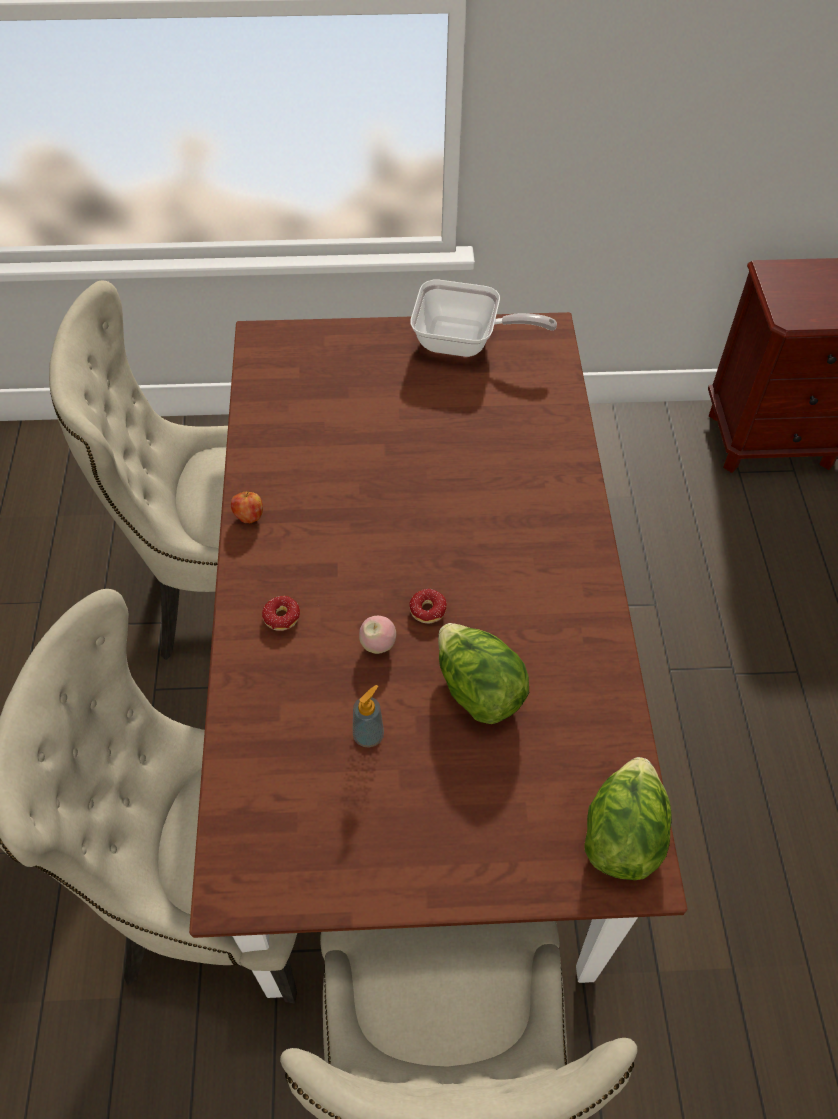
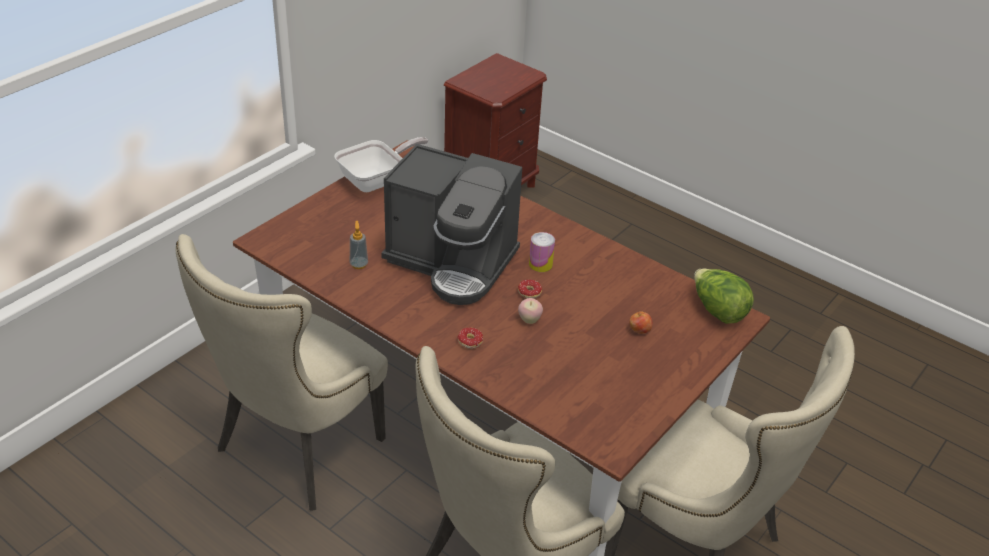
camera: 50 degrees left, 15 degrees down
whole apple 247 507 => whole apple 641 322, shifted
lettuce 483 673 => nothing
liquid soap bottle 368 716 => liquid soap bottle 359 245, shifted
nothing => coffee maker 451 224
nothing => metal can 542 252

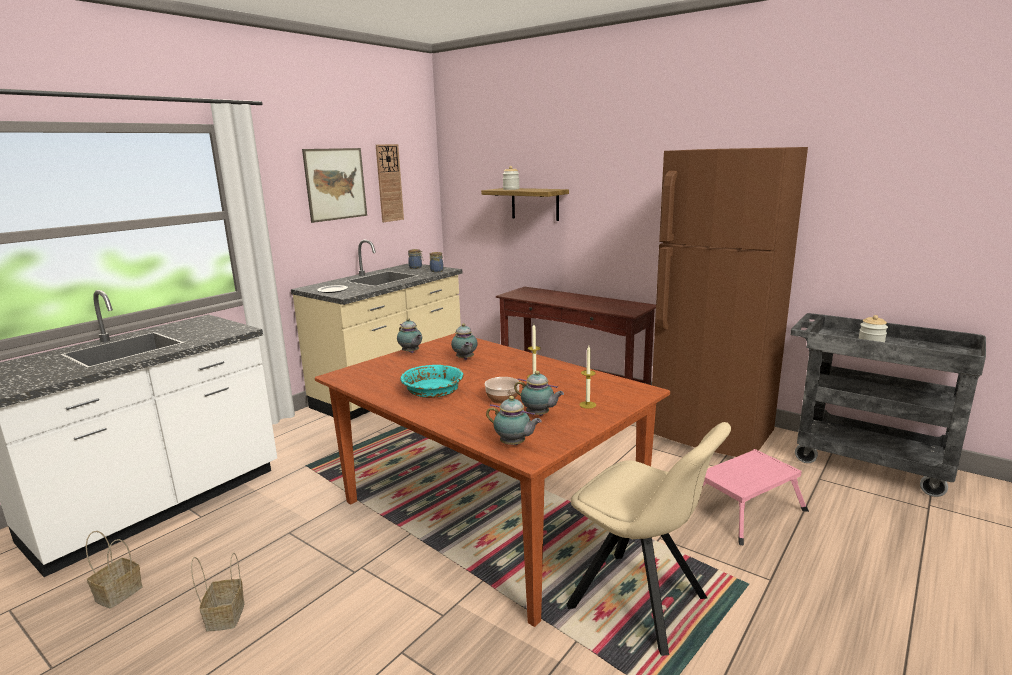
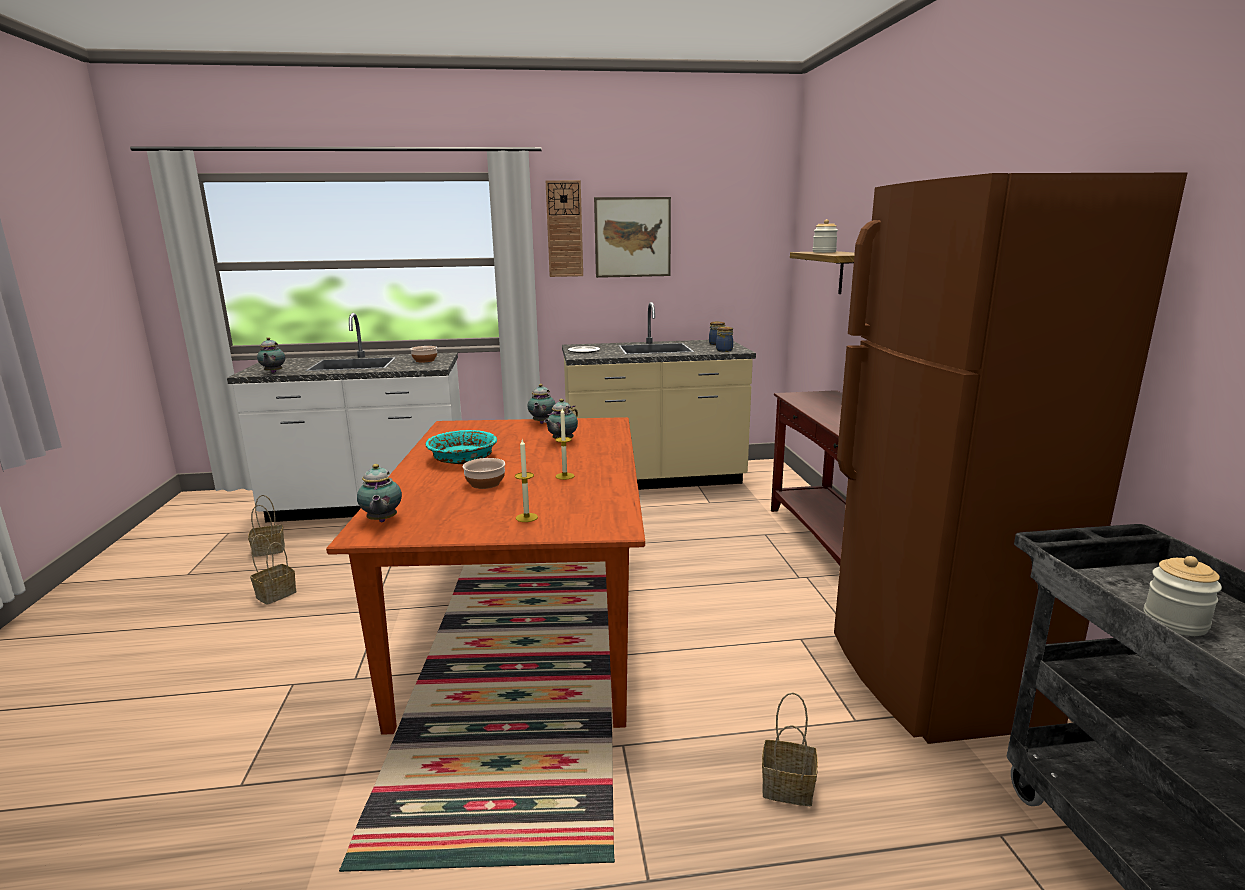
camera: 45 degrees right, 0 degrees up
clock on the wall 390 183 => clock on the wall 564 228, shifted
teapot 539 393 => teapot 271 355, shifted
sand-coloured chair 649 539 => nothing
pink-coloured step stool 755 497 => household basket 790 749
nothing => serving bowl 423 354

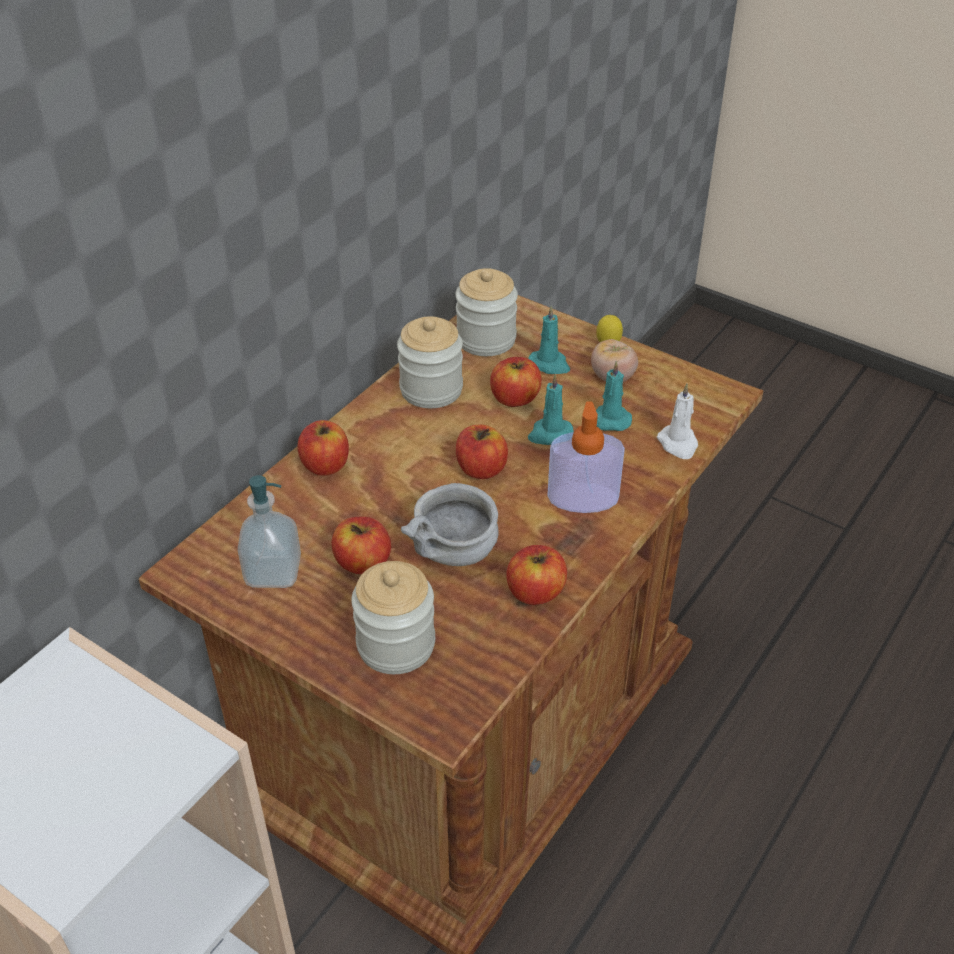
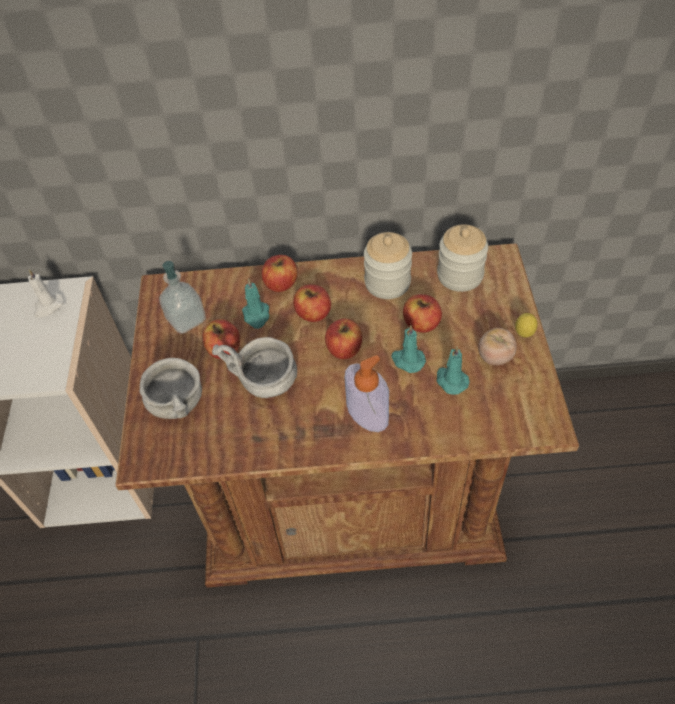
camera: 55 degrees right, 10 degrees up
turquoise candle 549 339 => turquoise candle 256 303, shifted
whitish candle 677 421 => whitish candle 46 293, shifted
whole apple 536 575 => whole apple 312 303, shifted
preserve jar 393 617 => greyish serving bowl 171 388

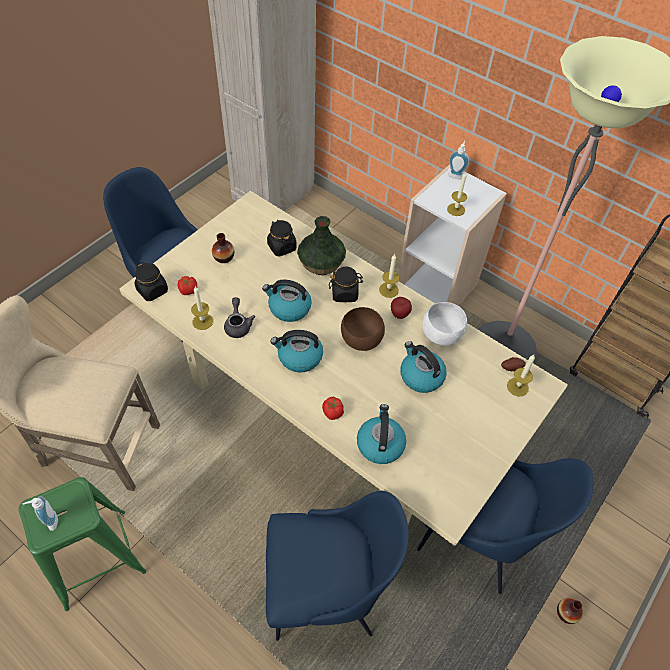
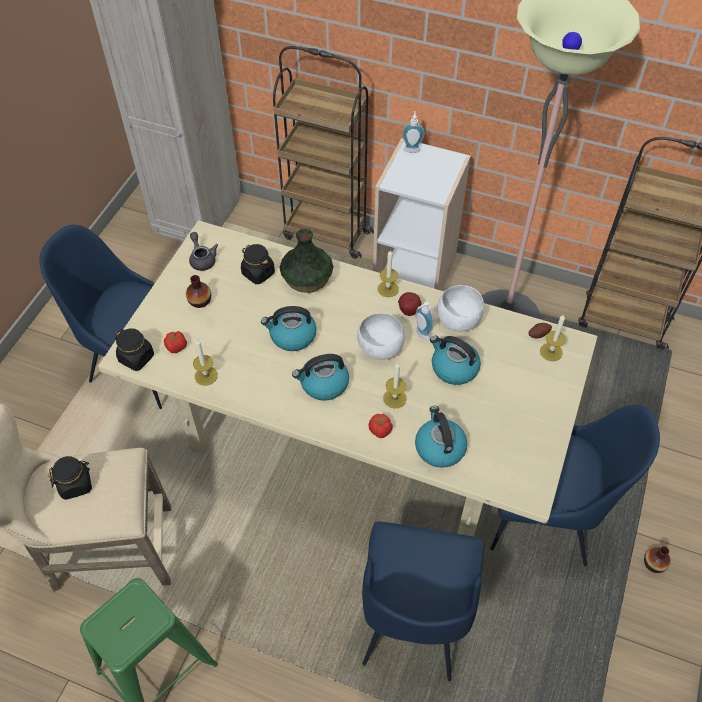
camera: 15 degrees left, 0 degrees up
candle 457 193 => candle 395 385, shifted
black preserve jar 346 284 => black preserve jar 70 478, shifted
greyish teapot 239 317 => greyish teapot 203 251, shifted
brownish serving bowl 363 329 => whitish serving bowl 381 336
blue chair 337 566 => blue chair 423 601, 120 degrees clockwise
liquid soap bottle 40 513 => liquid soap bottle 425 321, shifted
nothing => brownish wheeled cart 323 152

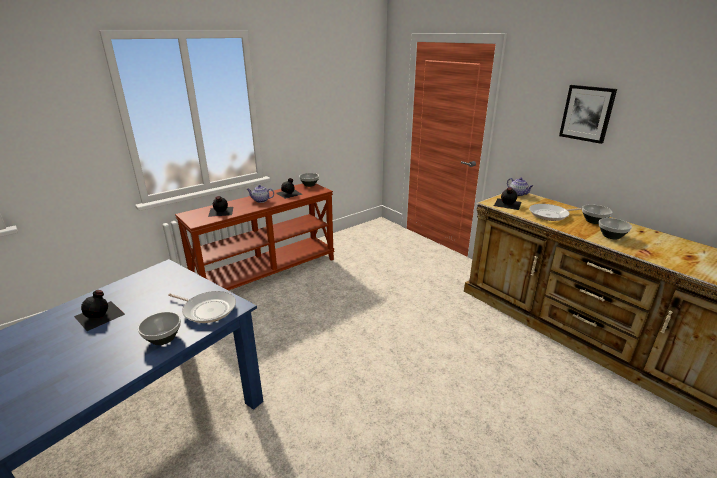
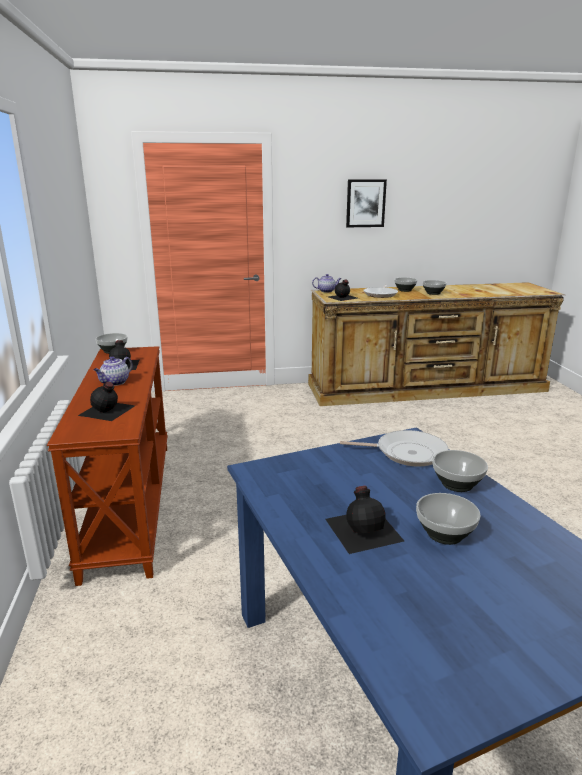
camera: 60 degrees left, 5 degrees down
skillet 202 307 => skillet 394 448, 45 degrees clockwise
nothing => serving bowl 448 519

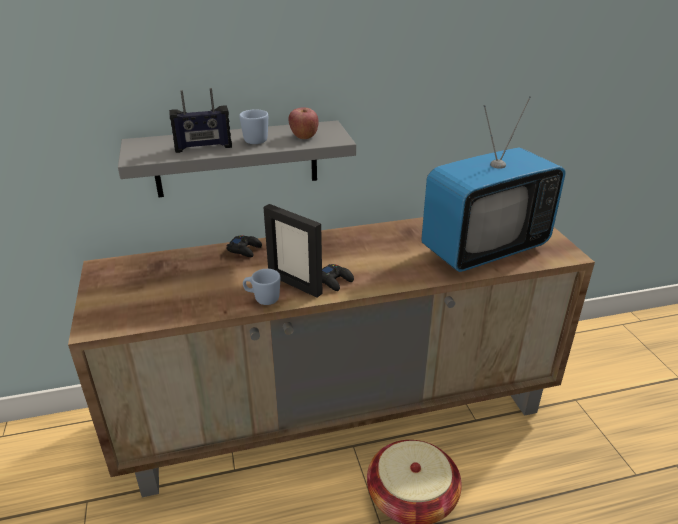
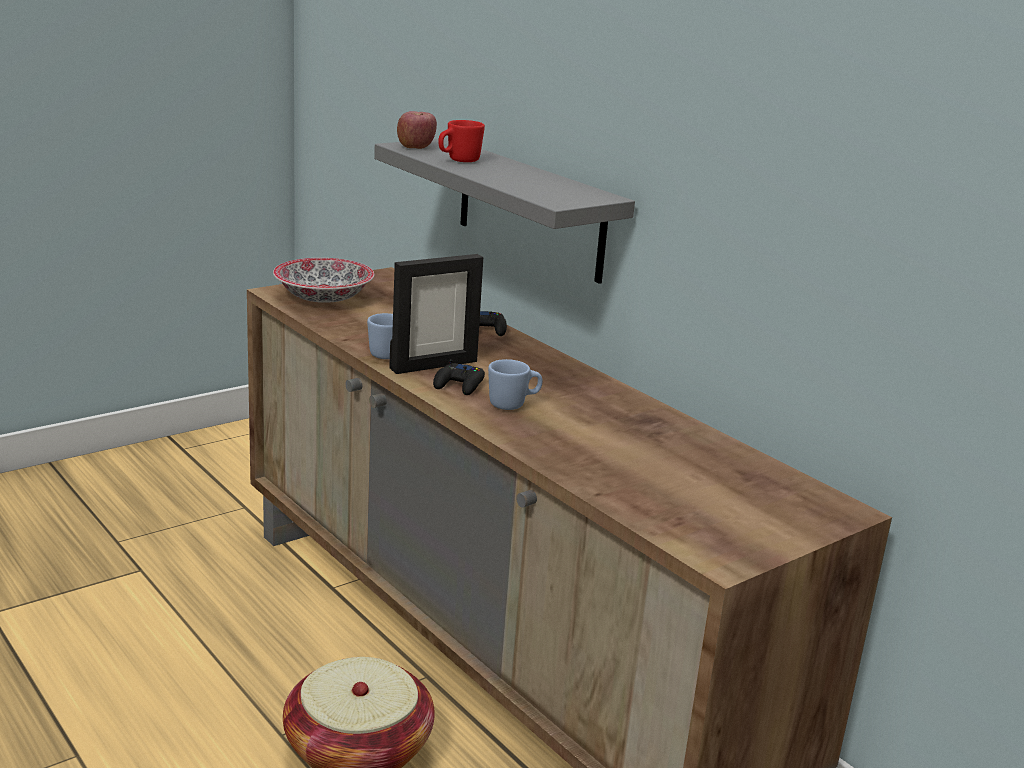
camera: 65 degrees right, 10 degrees down
radio 200 120 => red-coloured tea mug 461 141
television 493 184 => nothing
whole apple 303 123 => whole apple 417 130, shifted
blue tea mug 253 126 => blue tea mug 515 384, shifted
standing frame 293 250 => standing frame 436 314, 135 degrees counterclockwise
nothing => serving bowl 323 280

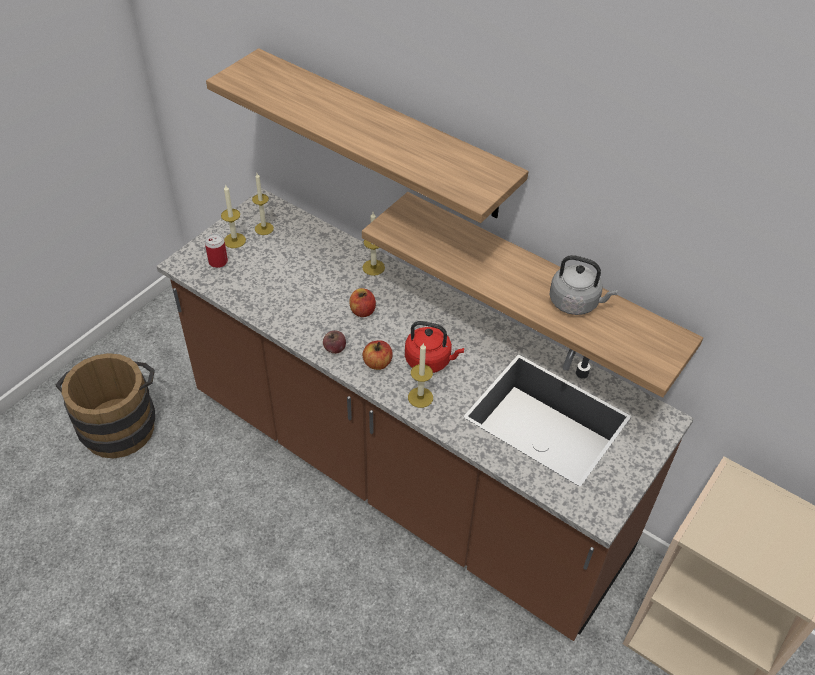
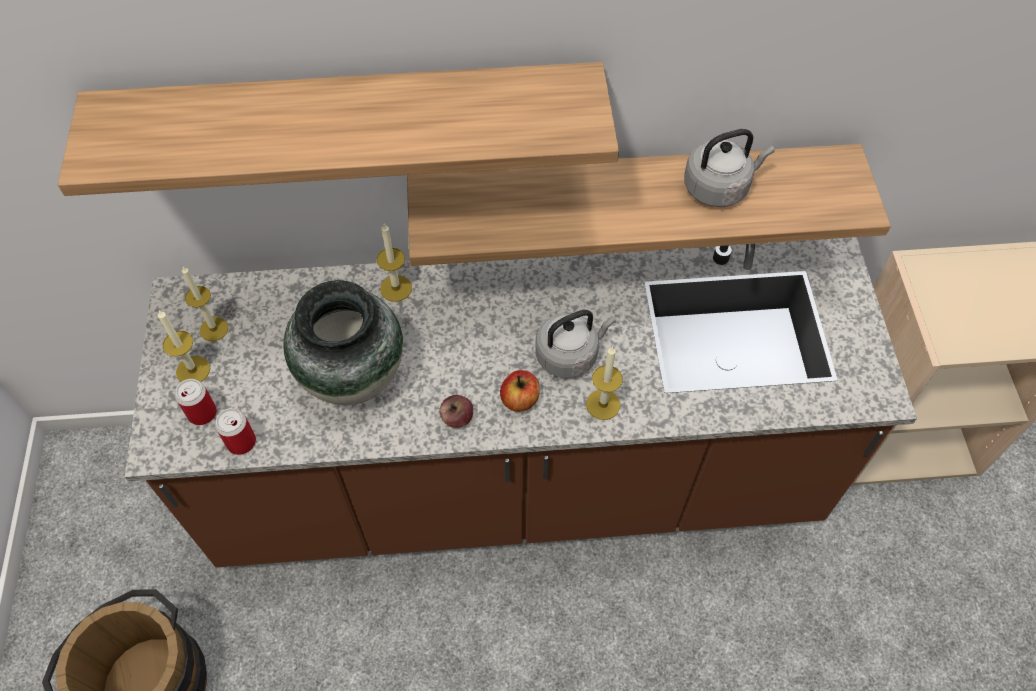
camera: 40 degrees left, 10 degrees up
whole apple 362 302 => nothing
red-coloured kettle 434 347 => greyish kettle 575 344
nothing => decorative vase 343 342
nothing => metal can 235 431

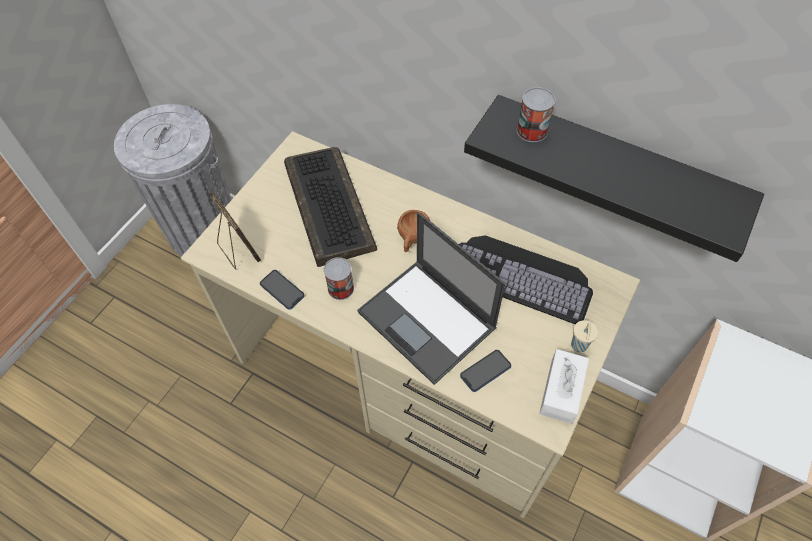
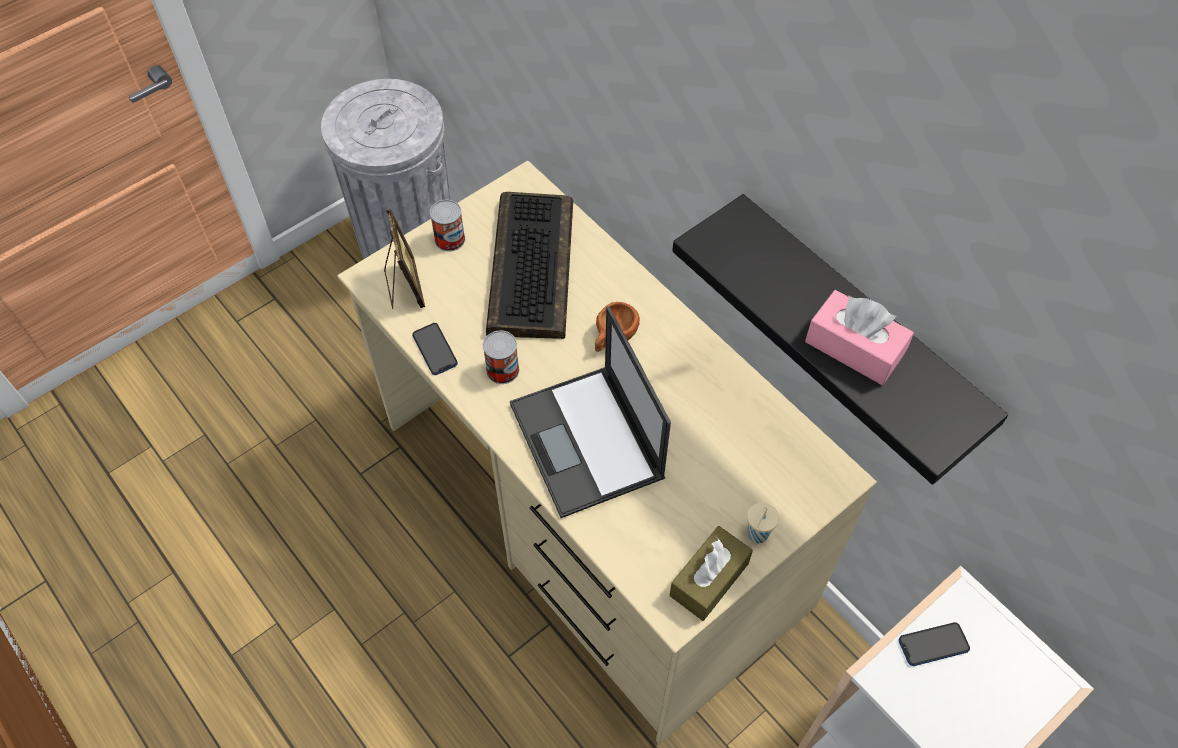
camera: 20 degrees right, 0 degrees up
metal can 536 114 => metal can 447 225, shifted
keyboard 526 279 => nothing
whitish tissue holder 564 386 => brownish tissue holder 711 573
handset 485 371 => handset 934 644, shifted
nothing => pink-coloured tissue holder 859 337

